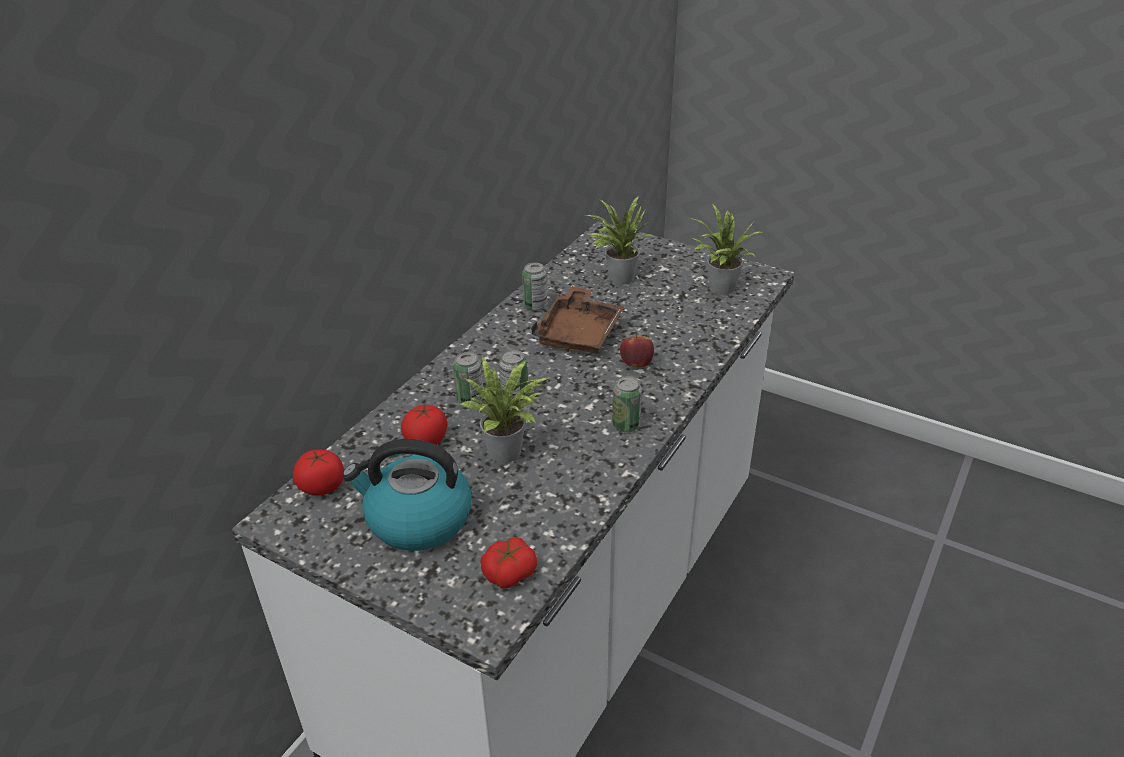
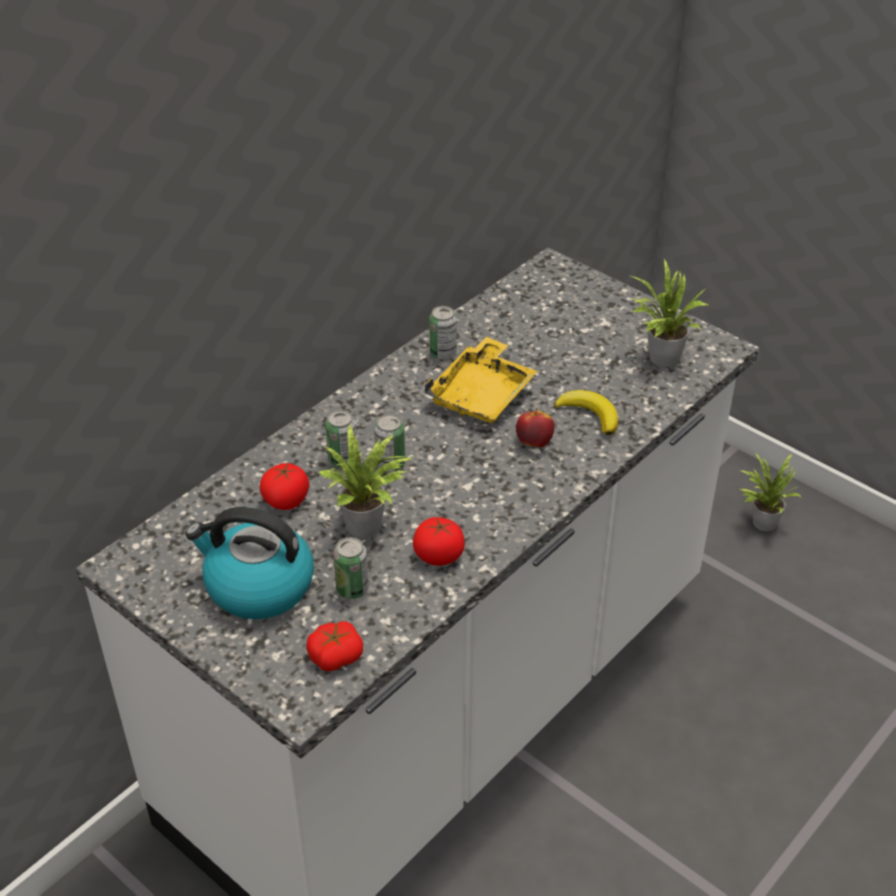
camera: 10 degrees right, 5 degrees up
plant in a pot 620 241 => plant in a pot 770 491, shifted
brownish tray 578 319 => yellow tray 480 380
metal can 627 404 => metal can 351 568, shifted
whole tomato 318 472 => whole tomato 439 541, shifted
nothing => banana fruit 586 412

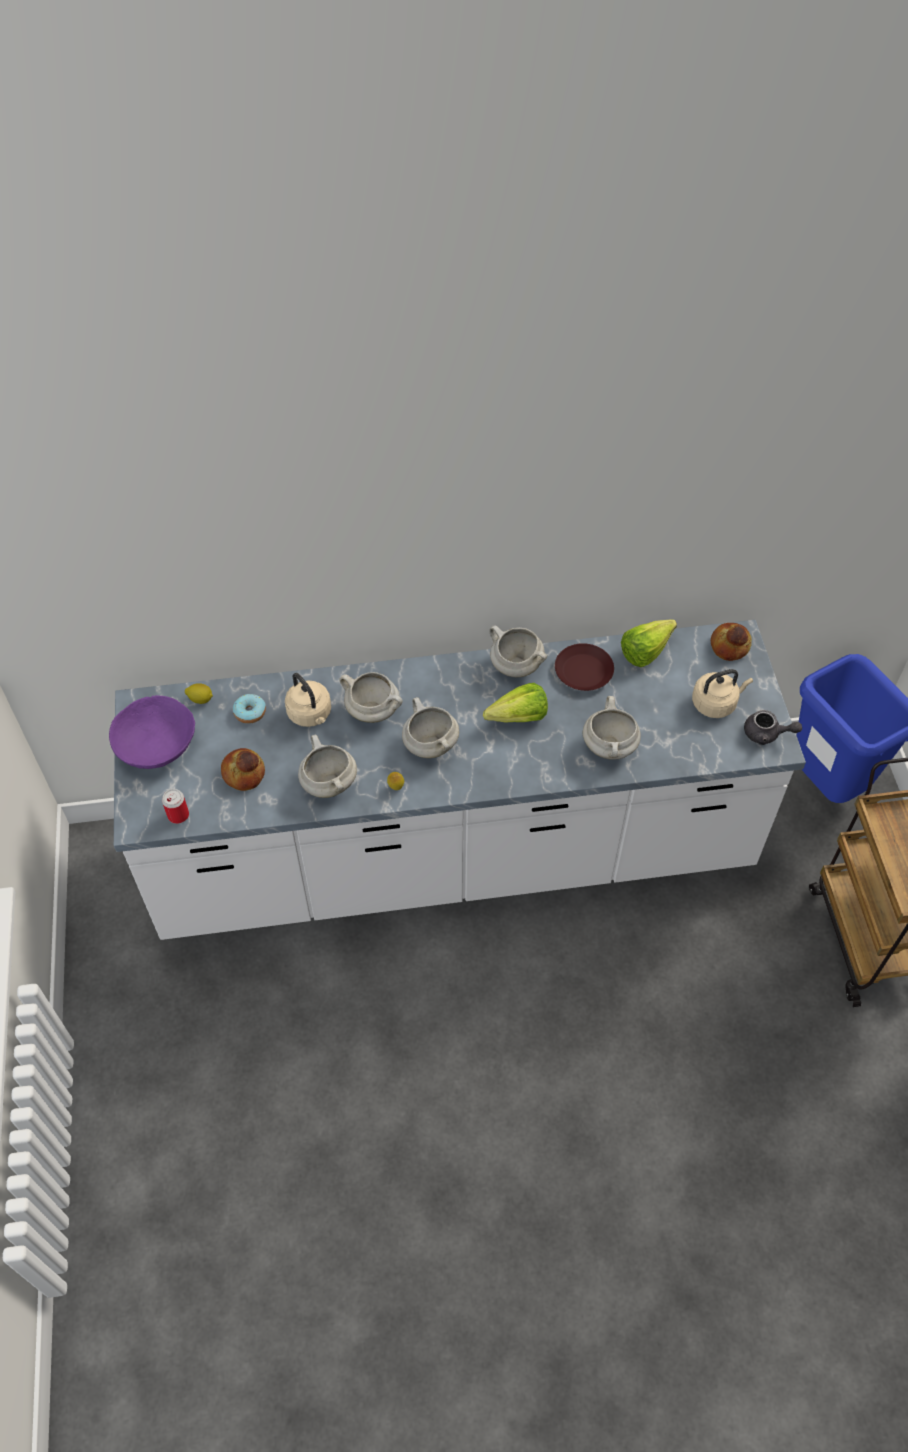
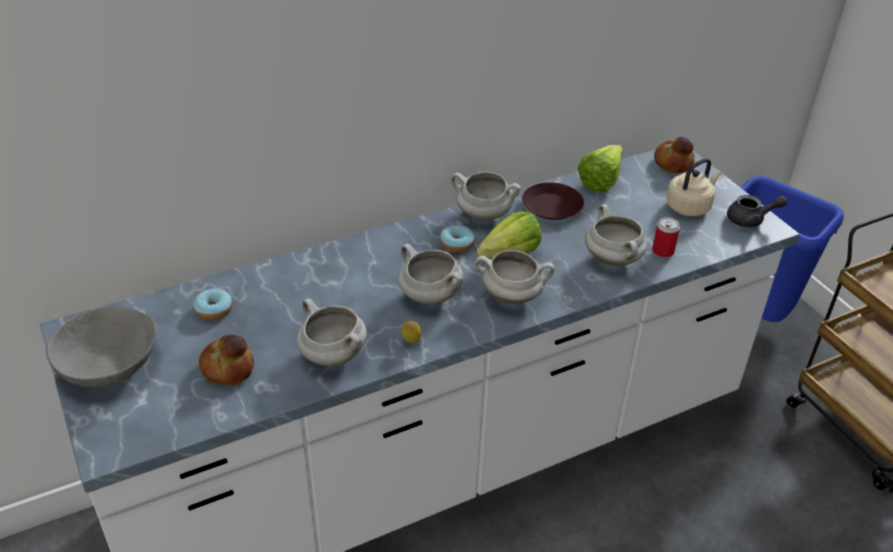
camera: 20 degrees left, 15 degrees down
whitish stockpot 371 697 => whitish stockpot 515 277, shifted
sand-coloured kettle 308 700 => nothing
citrus fruit 199 693 => nothing
purplish serving bowl 152 732 => greyish serving bowl 101 346
metal can 175 806 => metal can 666 237, shifted
nothing => donut 457 239

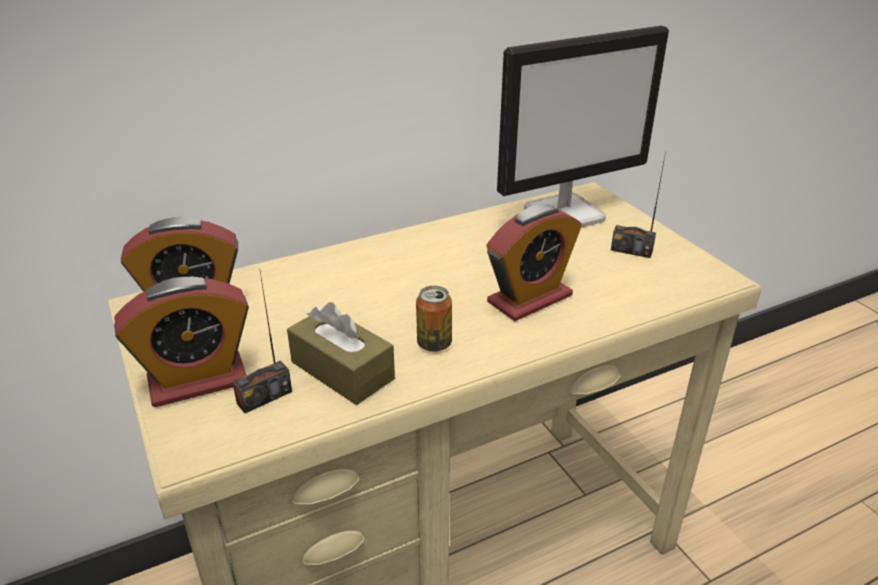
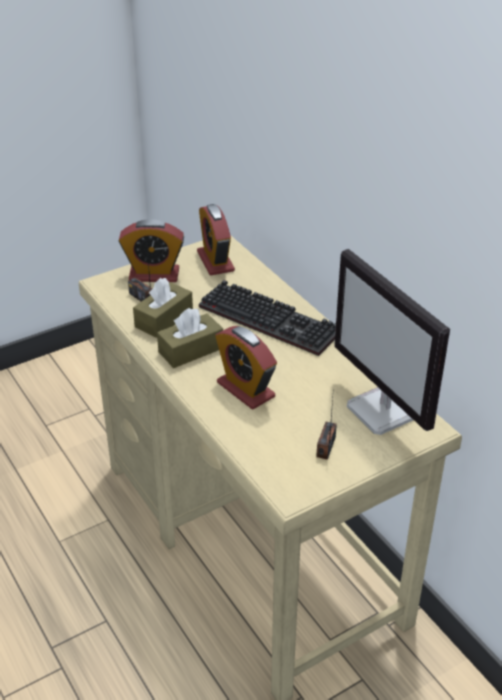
camera: 85 degrees right, 5 degrees up
bedside clock 181 342 => bedside clock 151 250, 60 degrees counterclockwise
metal can 434 319 => brownish tissue holder 190 338
nothing => keyboard 267 318

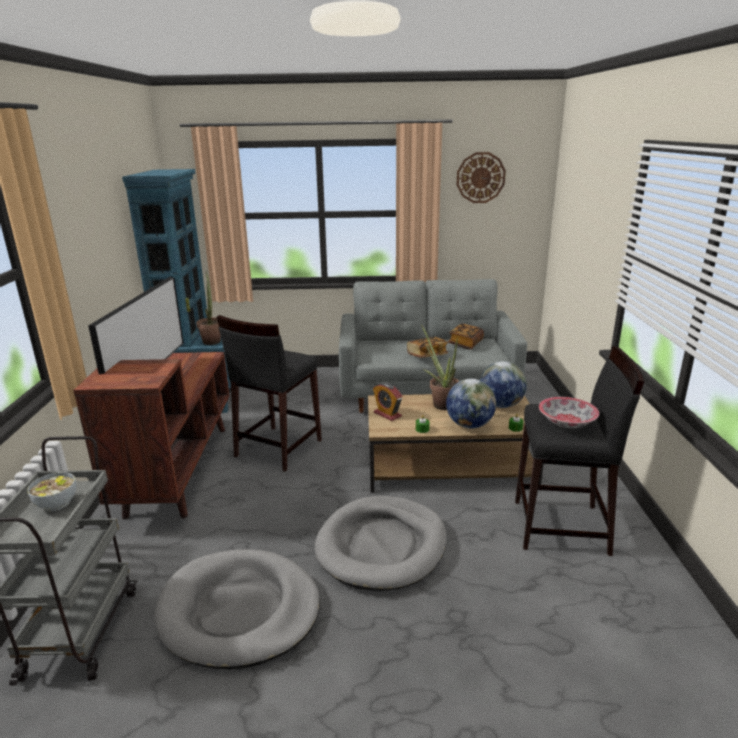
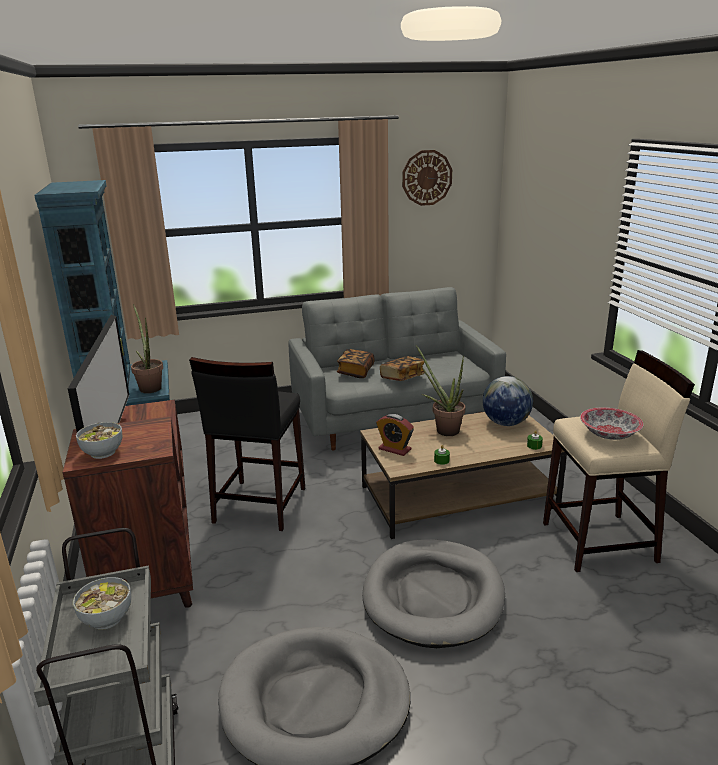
camera: 15 degrees left, 0 degrees up
book 466 337 => book 355 363, shifted
black sitting stool 579 451 => sand-coloured sitting stool 619 461
globe 471 404 => nothing
nothing => serving bowl 99 440

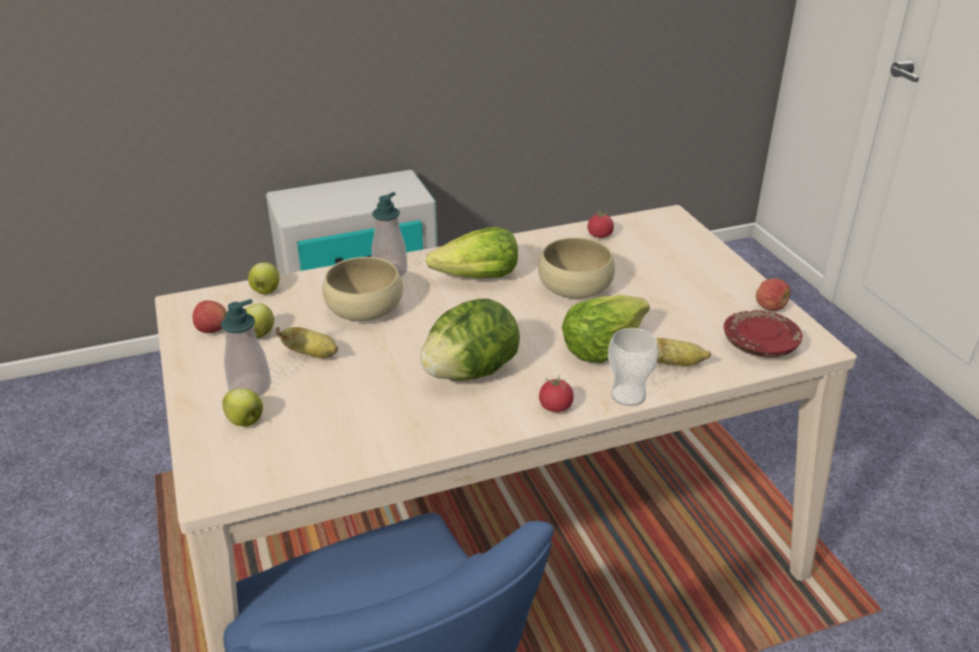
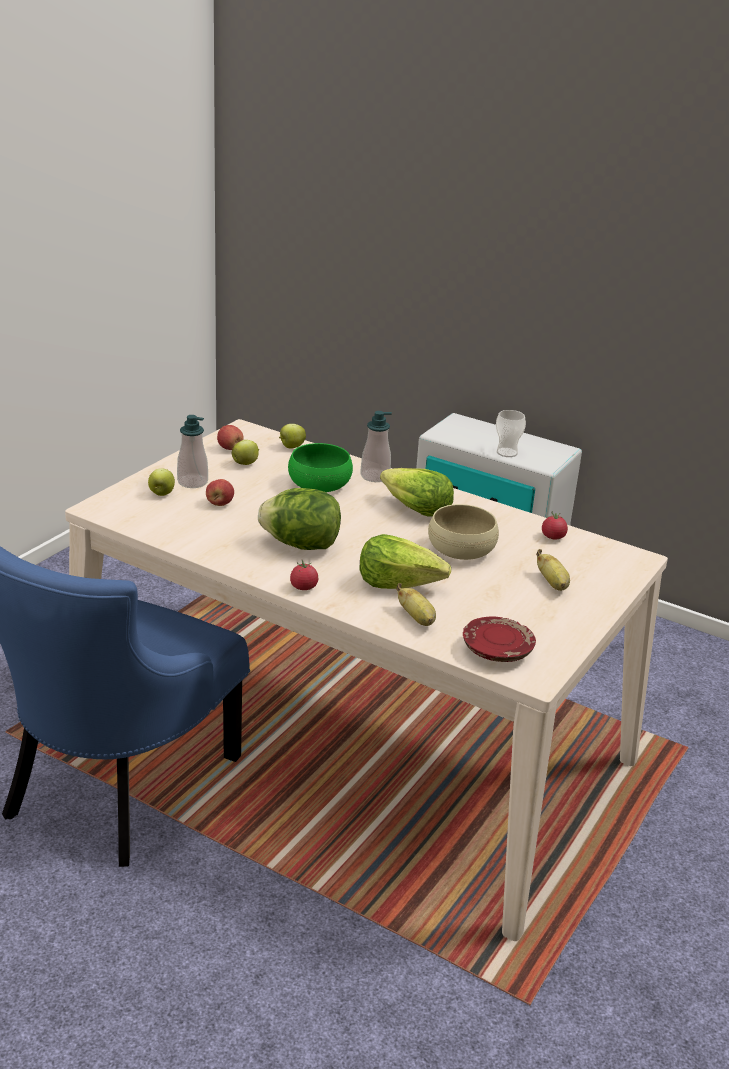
camera: 50 degrees right, 5 degrees down
sand-coloured serving bowl 362 289 => green-coloured serving bowl 320 467
whole apple 773 294 => whole apple 220 492, shifted
banana fruit 307 342 => banana fruit 553 570, shifted
drinking cup 633 367 => drinking cup 511 433, shifted

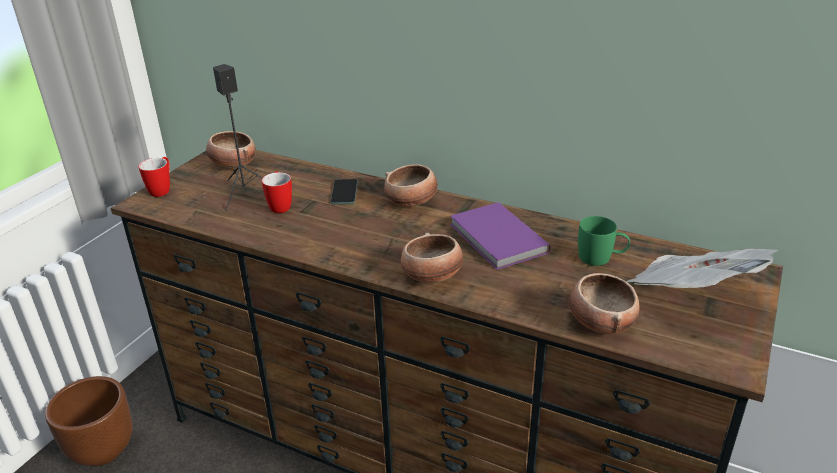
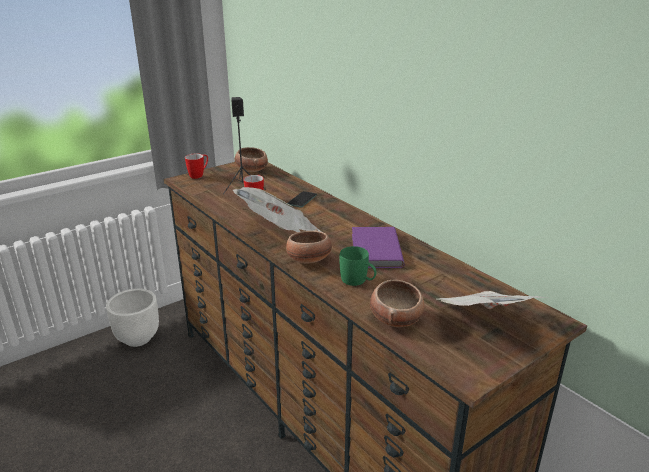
camera: 25 degrees right, 5 degrees down
serving bowl 410 185 => nothing
green-coloured tea mug 604 241 => green-coloured tea mug 358 266, shifted
brownish flower pot 89 421 => whitish flower pot 132 318
nothing => daily paper 277 210

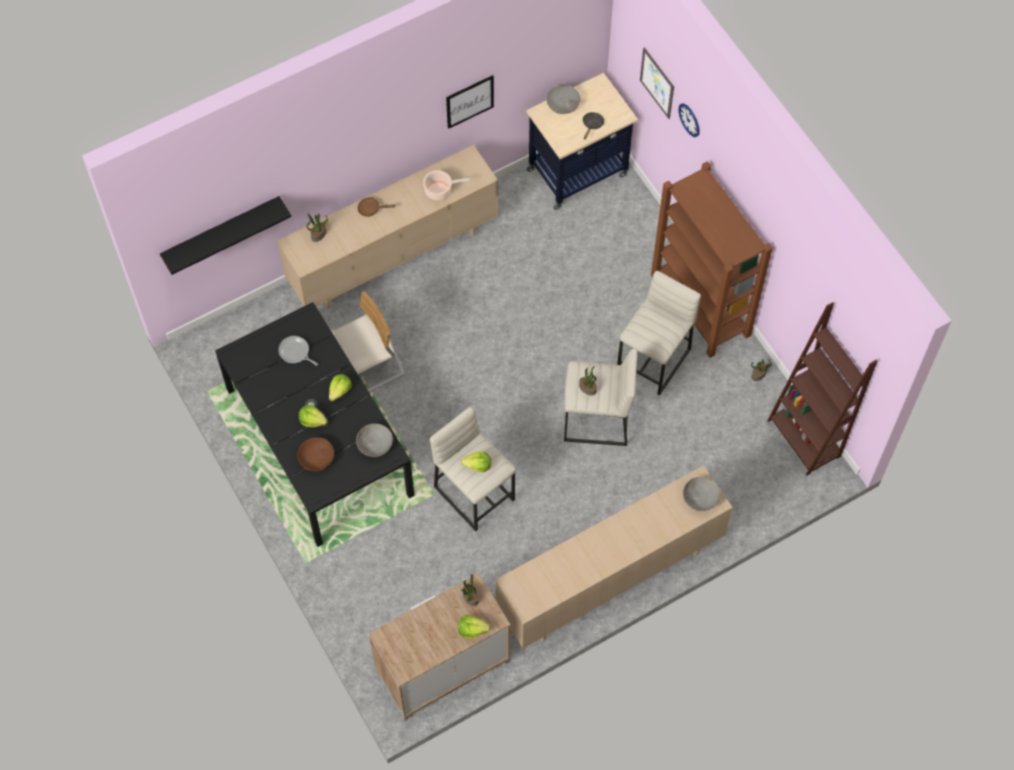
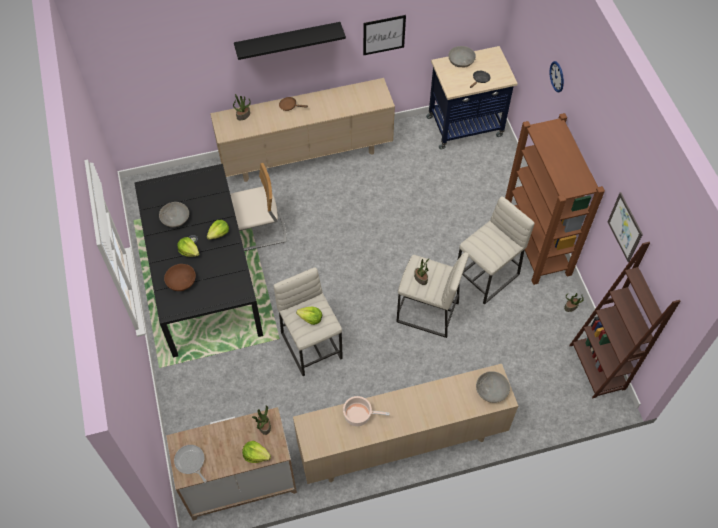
camera: 15 degrees right, 5 degrees down
wall picture 657 83 => wall picture 625 227, shifted
stockpot 446 185 => stockpot 366 411, shifted
black wall shelf 225 235 => black wall shelf 290 41, shifted
skillet 298 351 => skillet 190 464, shifted
greyish serving bowl 374 440 => greyish serving bowl 174 214, shifted

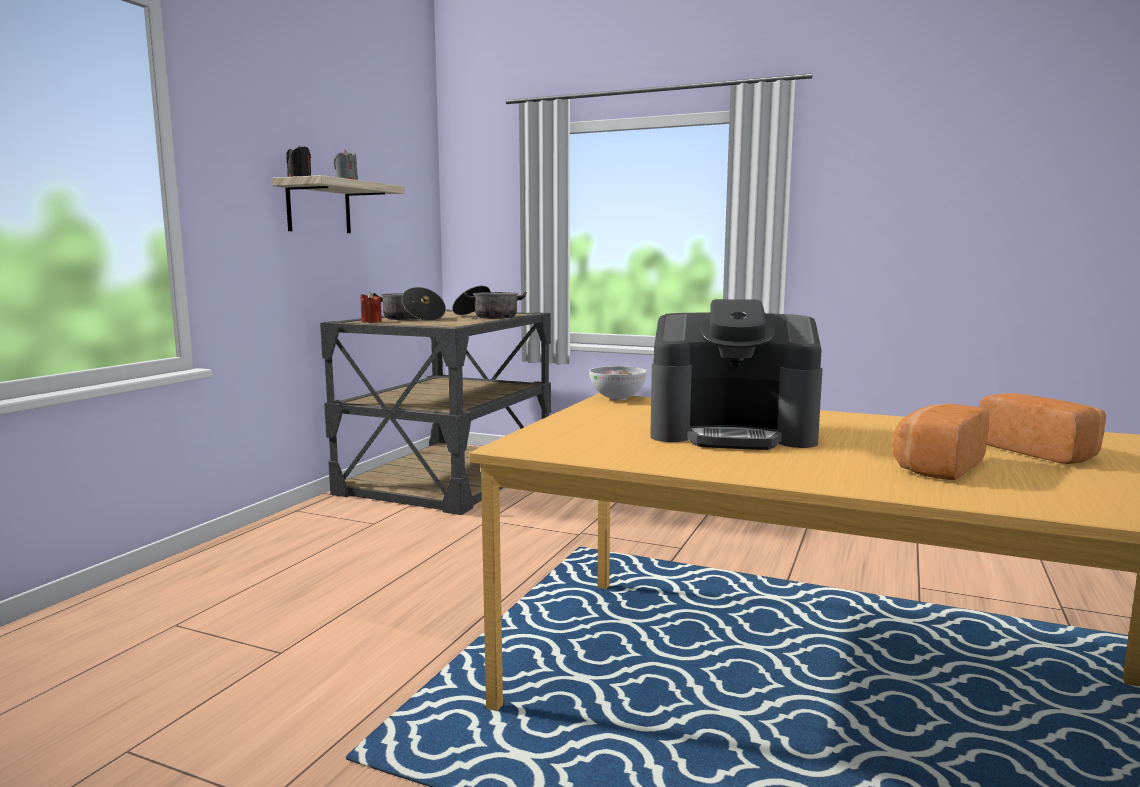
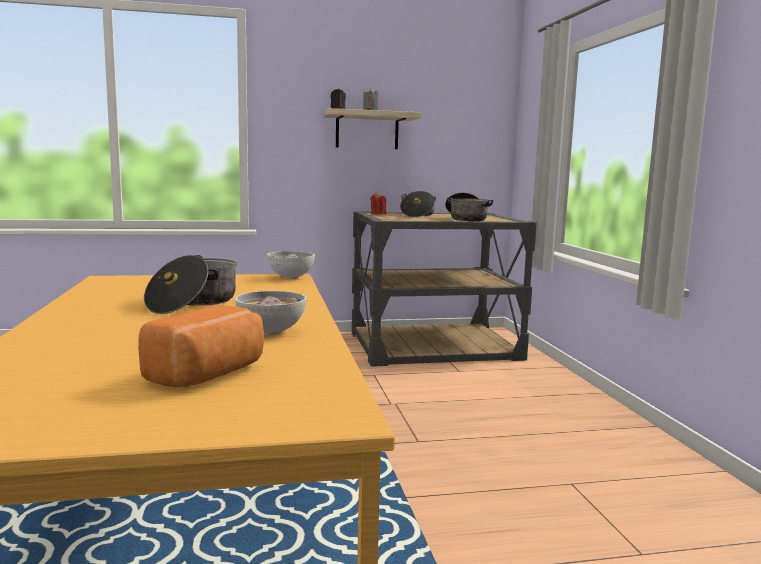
camera: 55 degrees right, 0 degrees up
coffee maker 736 374 => stockpot 190 284
bread 940 442 => nothing
nothing => serving bowl 271 313

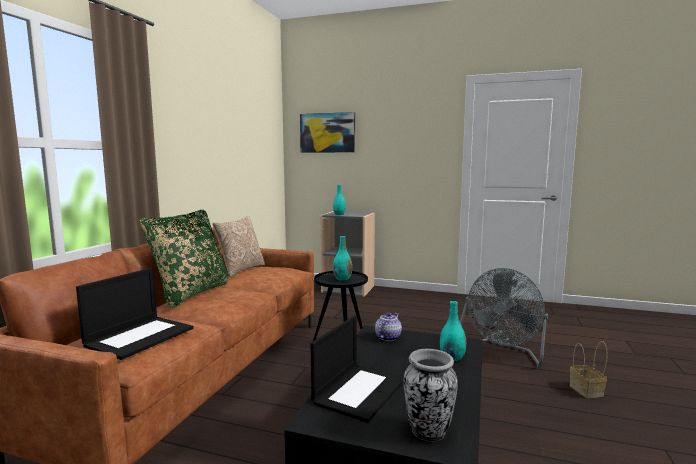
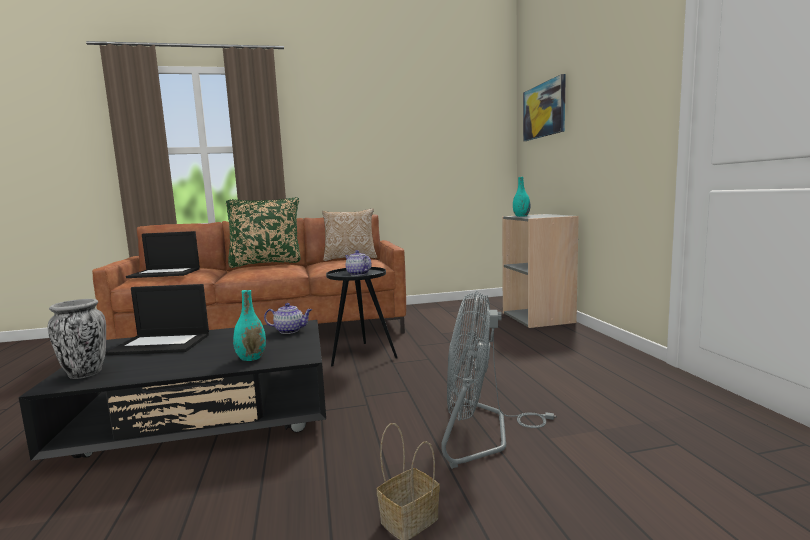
camera: 60 degrees right, 0 degrees up
turquoise decorative vase 342 258 => teapot 358 263

